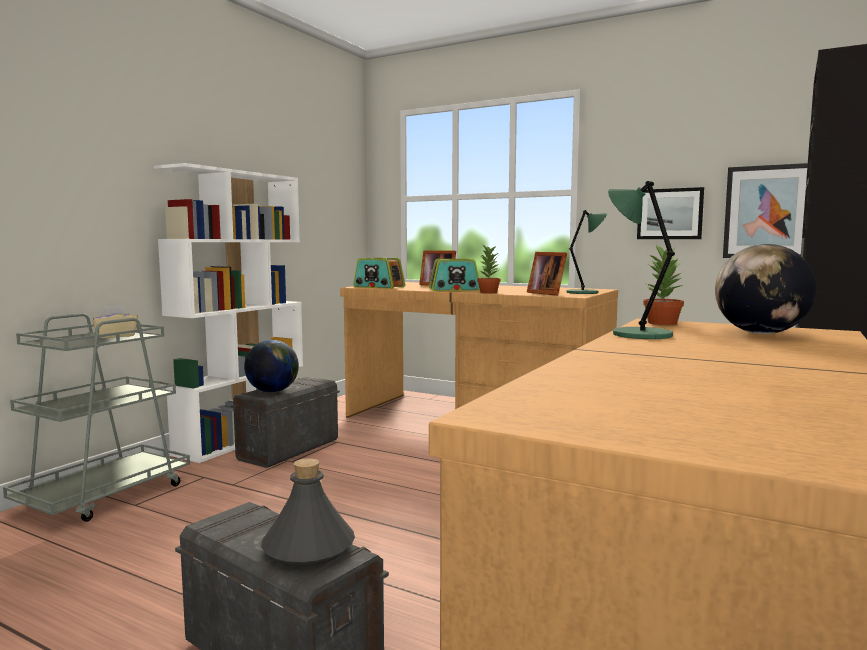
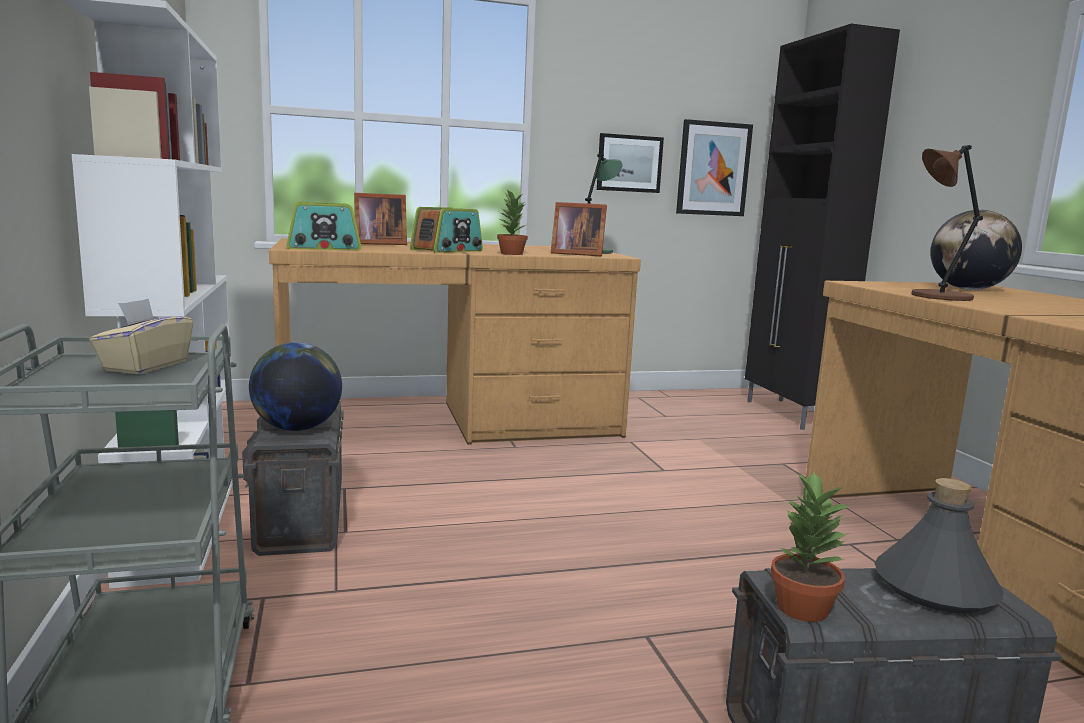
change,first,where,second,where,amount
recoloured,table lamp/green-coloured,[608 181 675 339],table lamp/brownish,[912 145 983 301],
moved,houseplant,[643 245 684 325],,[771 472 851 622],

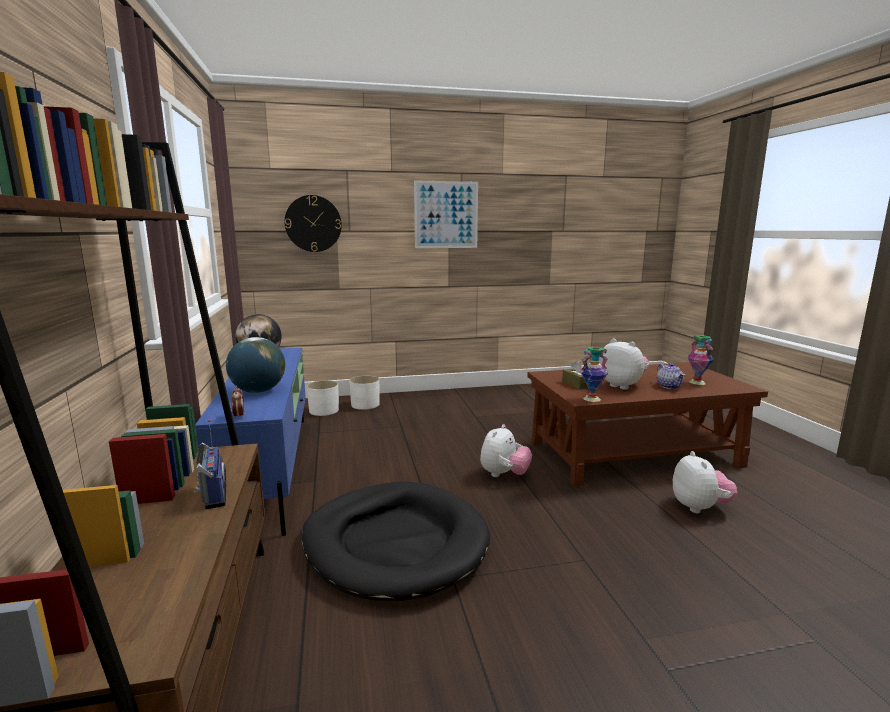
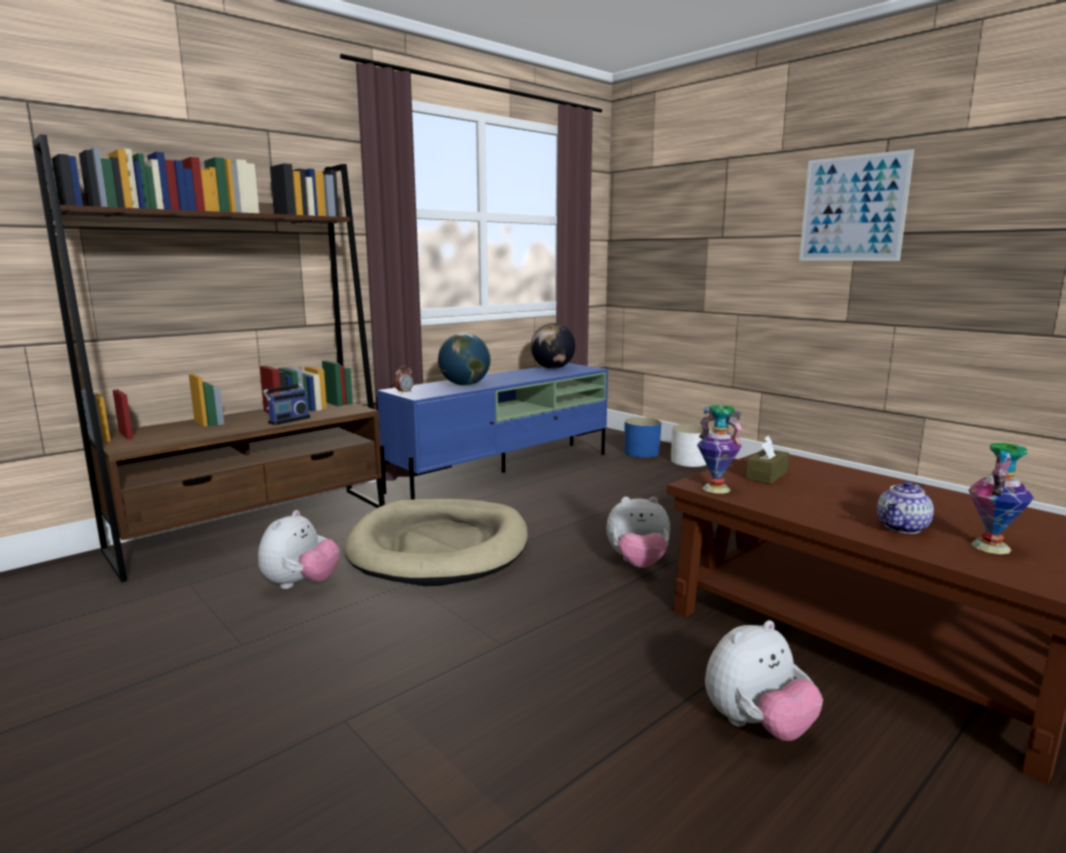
change,first,where,second,where,amount
removed,clock on the wall,[285 195 342 252],,,
recoloured,dog cushion/blackish,[301 482 490 601],dog cushion/beige-coloured,[345 499 528 586],
recoloured,planter/whitish,[307 380 339 416],planter/blue,[624 417 661 458],
moved,soft toy,[599 338 649 390],,[258 510 340 589],

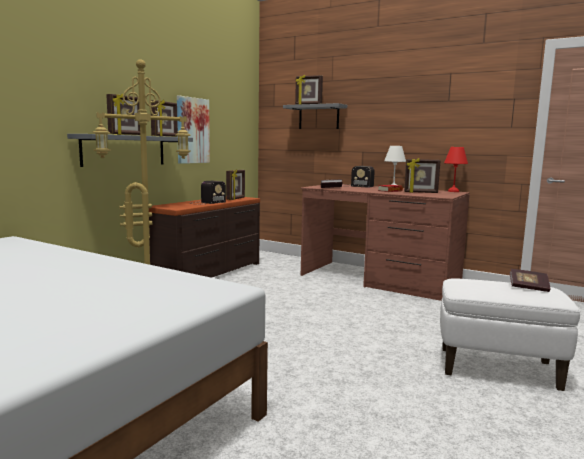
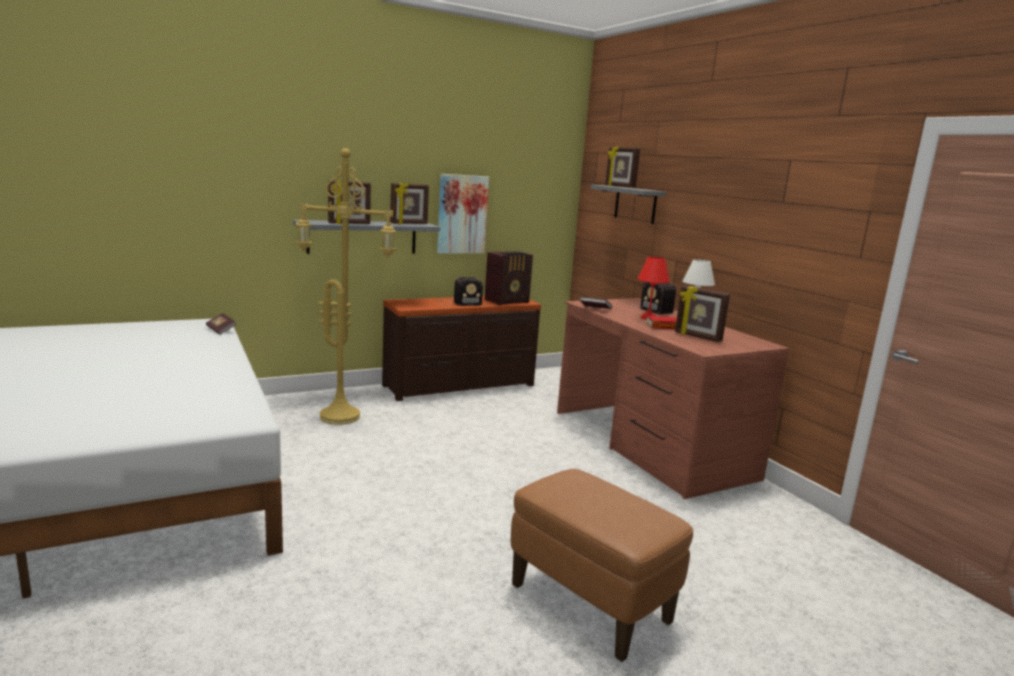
change,first,where,second,where,amount
replaced,picture frame,[226 169 245 200],radio receiver,[485 251 533 305],
recoloured,footrest/whitish,[440 279 580 391],footrest/brownish,[511 469 693 662],
moved,table lamp/red-coloured,[444 147 468 192],,[638 257 670 320],
moved,volume,[509 269 551 292],,[206 313 236 335],

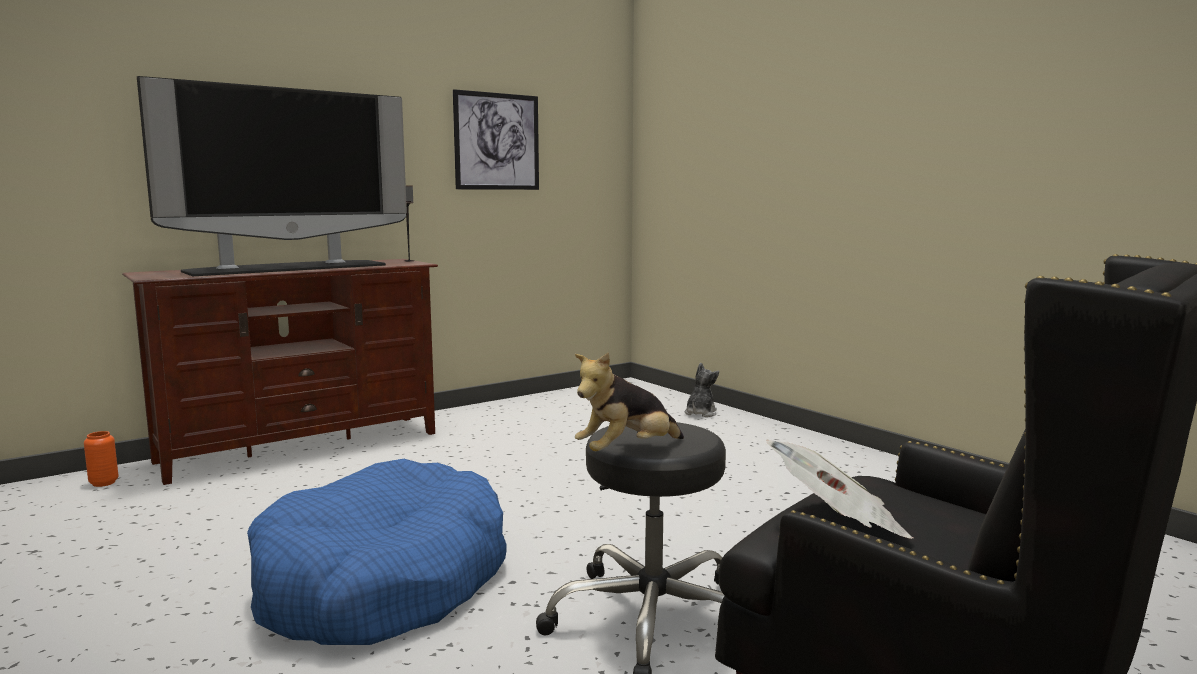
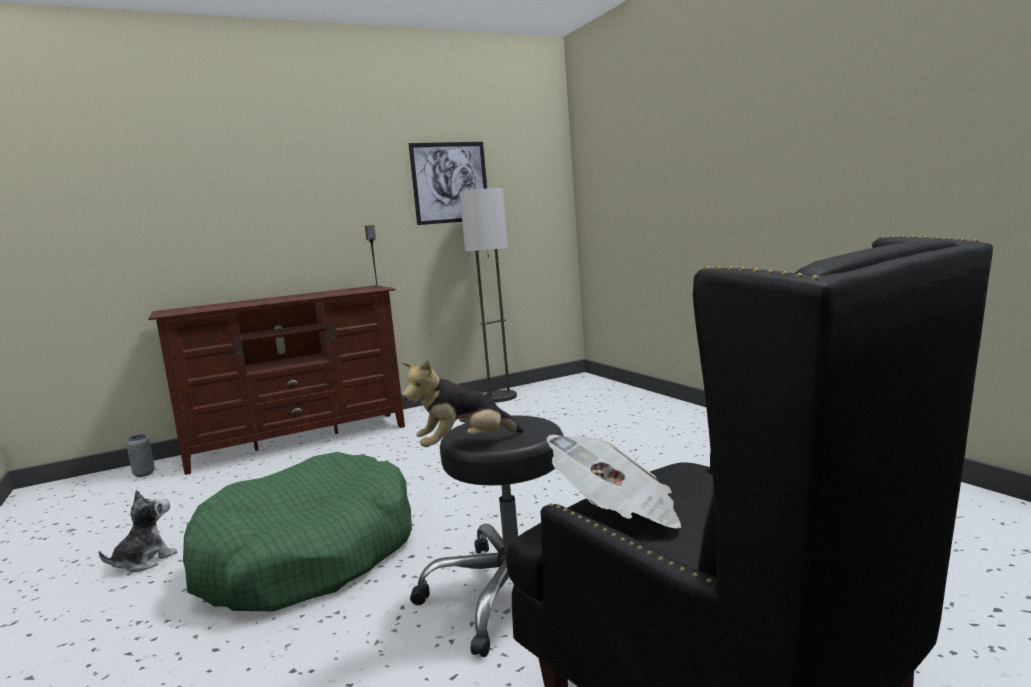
change,first,where,second,where,amount
recoloured,decorative vase/orangey,[84 431 118 487],decorative vase/grey,[126 434 155 477],
removed,TV set,[137 76 407 276],,,
recoloured,dog cushion/blue,[247 459 506 645],dog cushion/green-coloured,[183 452 412 611],
moved,soft toy,[685 363 719 417],,[99 490 177 572],
added,,,standing lamp,[459 188 517 402],

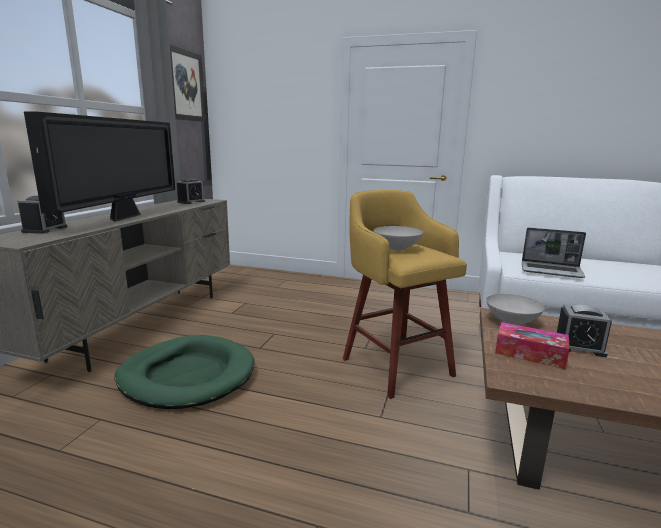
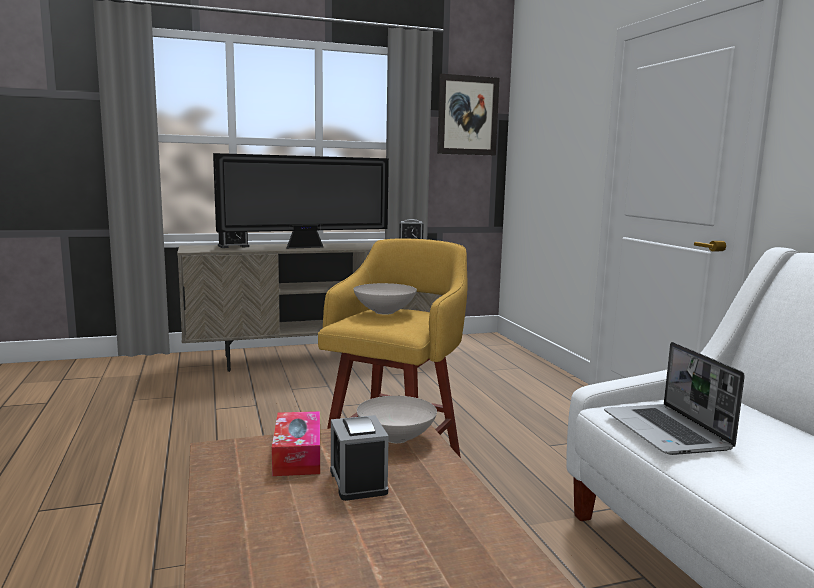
change,first,where,second,where,amount
removed,dog cushion/green-coloured,[115 335 254 409],,,

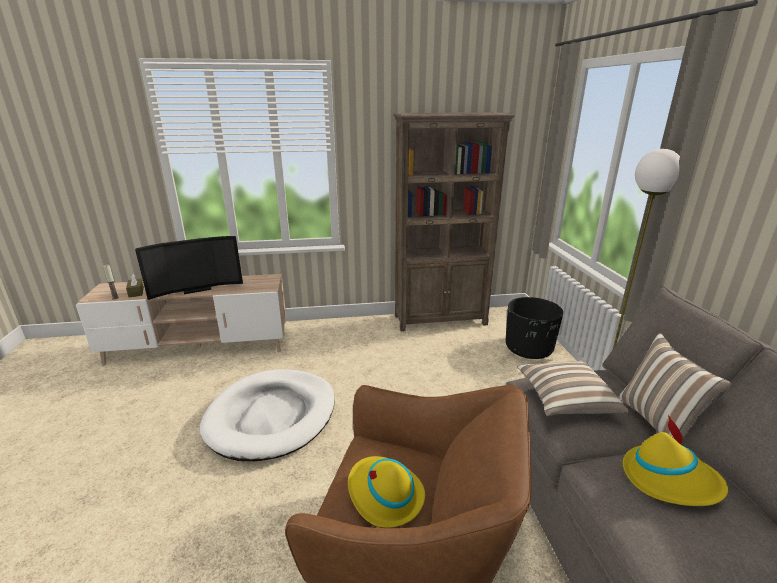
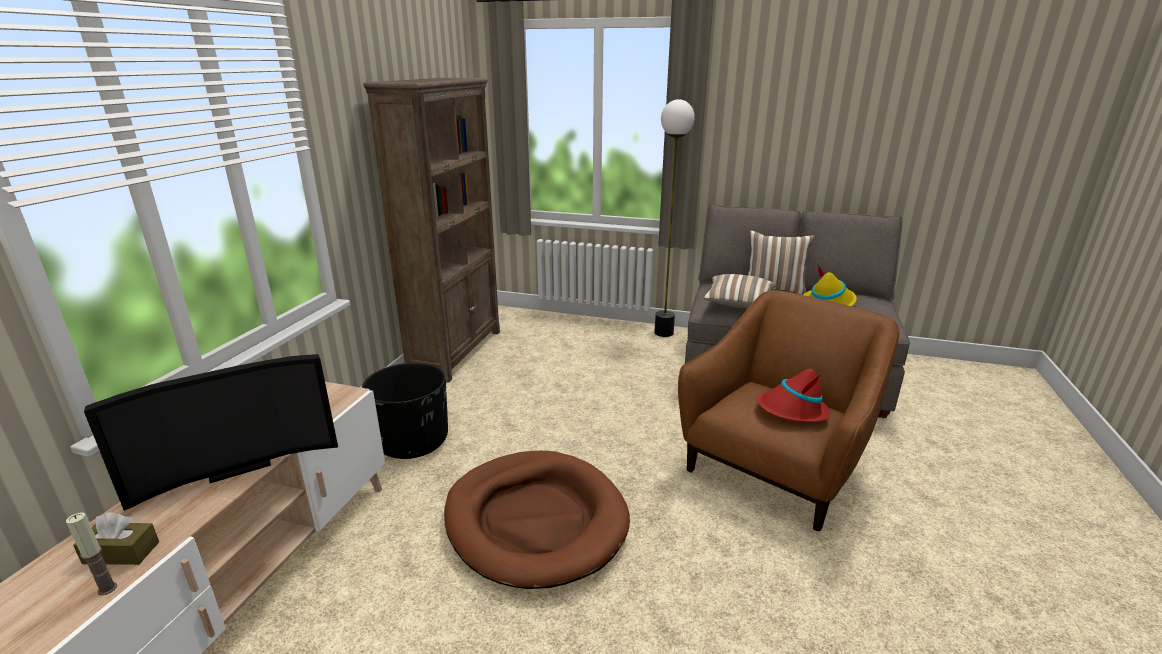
change,first,where,second,where,amount
turned,TV set,[135 236 243 300],,[84 354 338 511],60 degrees clockwise
recoloured,dog cushion/whitish,[200 369 335 461],dog cushion/brownish,[444 451 630 589],
recoloured,hat/yellow-coloured,[348 456 425 528],hat/red-coloured,[757 369 830 422],
moved,planter/blackish,[506 297 563 359],,[362 363 448 459],

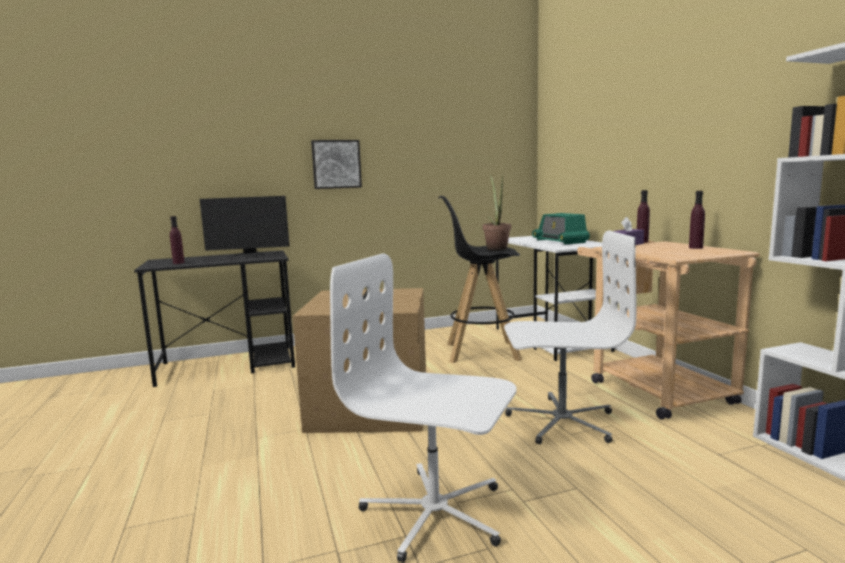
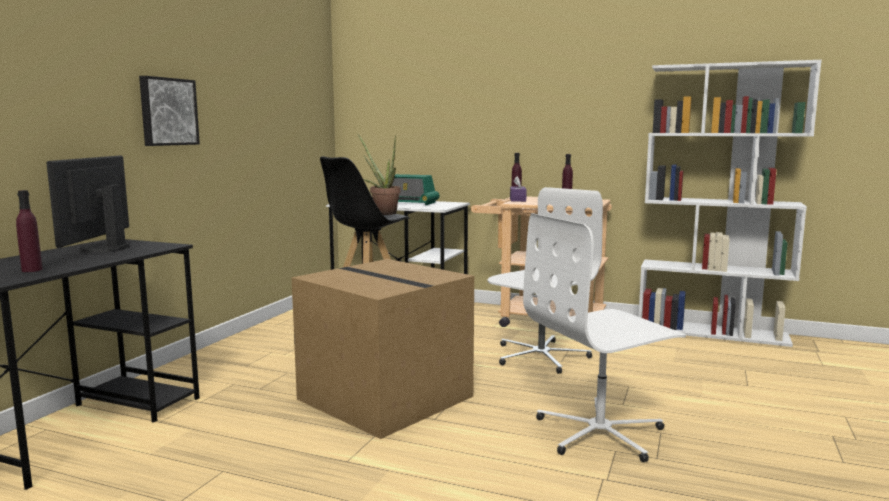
change,first,where,second,where,amount
turned,computer screen,[200 196 289 258],,[46 155 129 253],150 degrees clockwise

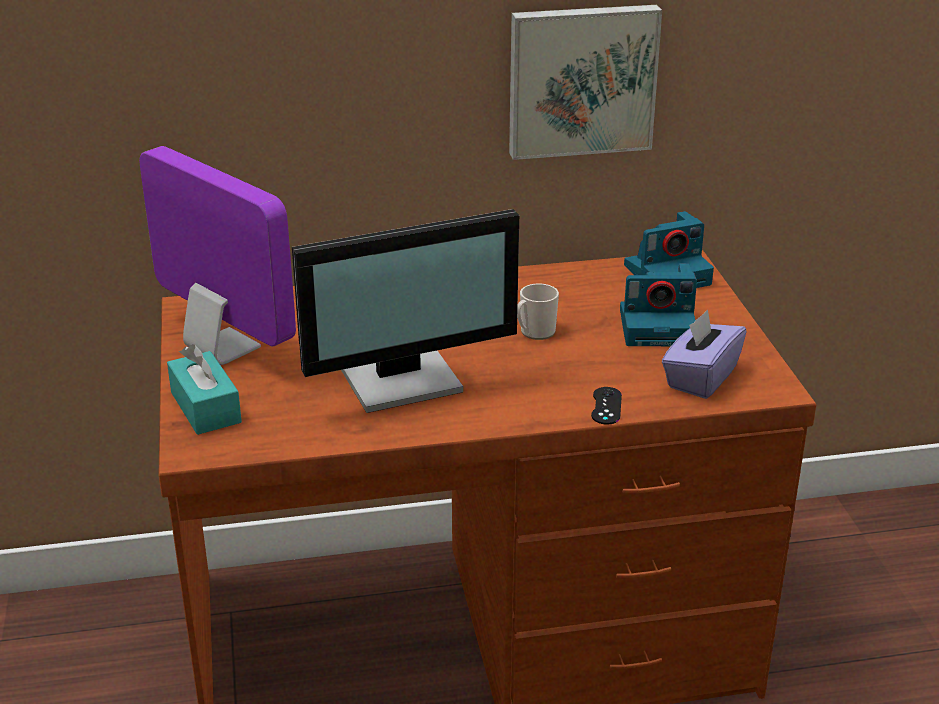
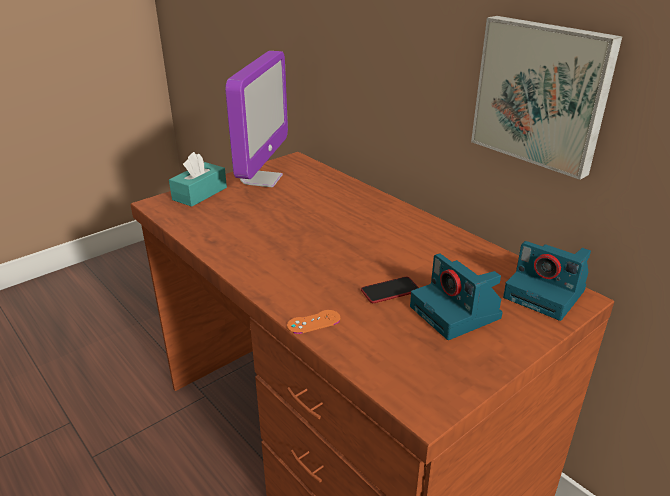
change,first,where,second,where,amount
removed,computer screen,[292 209 519 413],,,
removed,mug,[517 284 559 340],,,
recoloured,gamepad/blackish,[591 387 622 425],gamepad/orangey,[287 310 340 334],
removed,tissue holder/purple-coloured,[662 309 747 399],,,
added,,,telephone,[361 277 419 303],

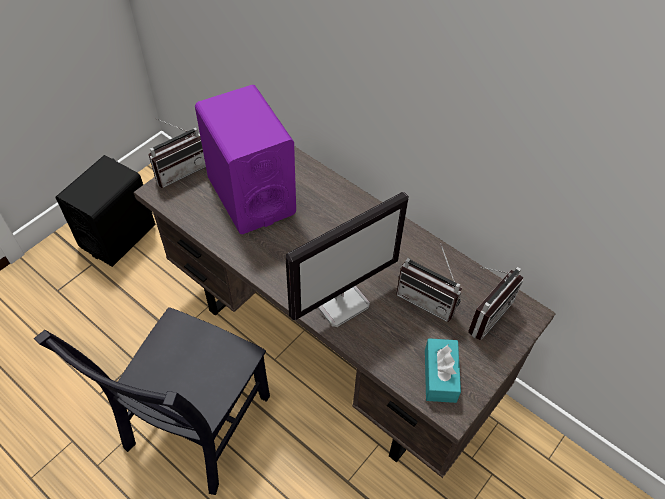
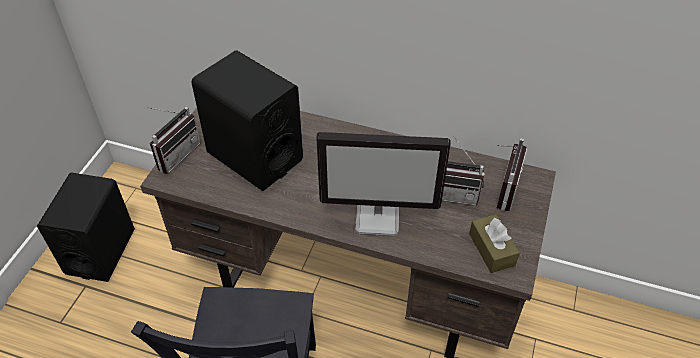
change,first,where,second,where,amount
recoloured,audio speaker/purple-coloured,[195 85 296 234],audio speaker/blackish,[191 50 303 191],
turned,computer screen,[285 192 409 327],,[316 132 451 236],60 degrees clockwise
recoloured,tissue holder/blue-green,[425 338 461 403],tissue holder/brownish,[469 214 519 273],

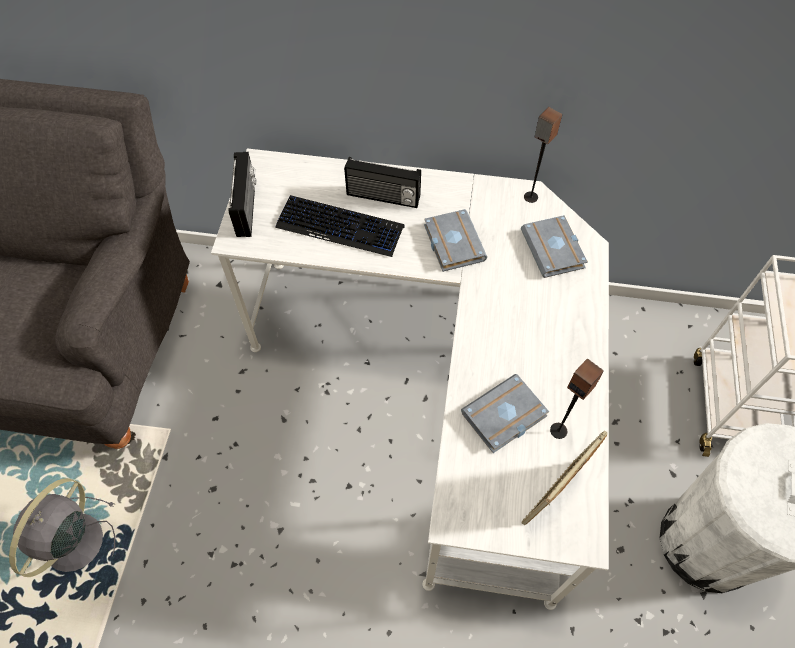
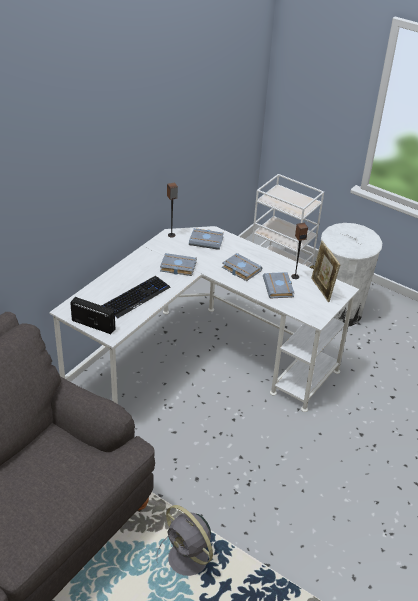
change,first,where,second,where,amount
removed,radio receiver,[344 157 421 208],,,
added,,,volume/grey,[222 253 262 281],

